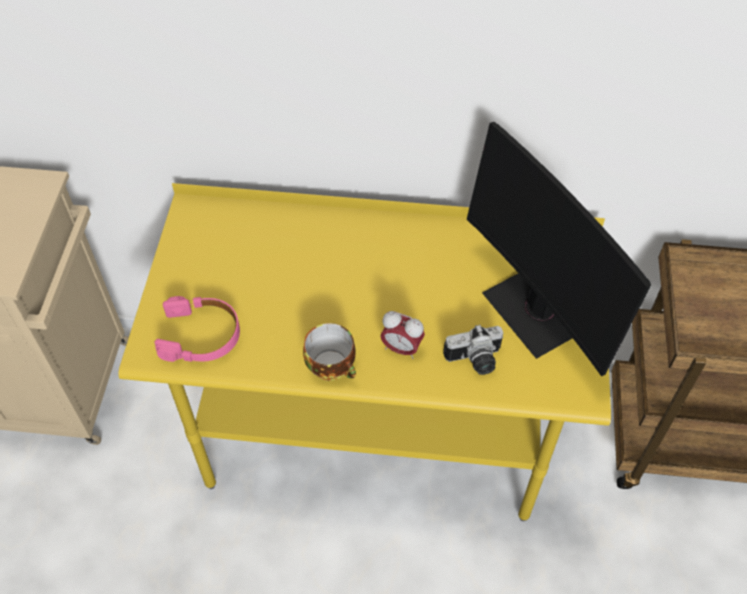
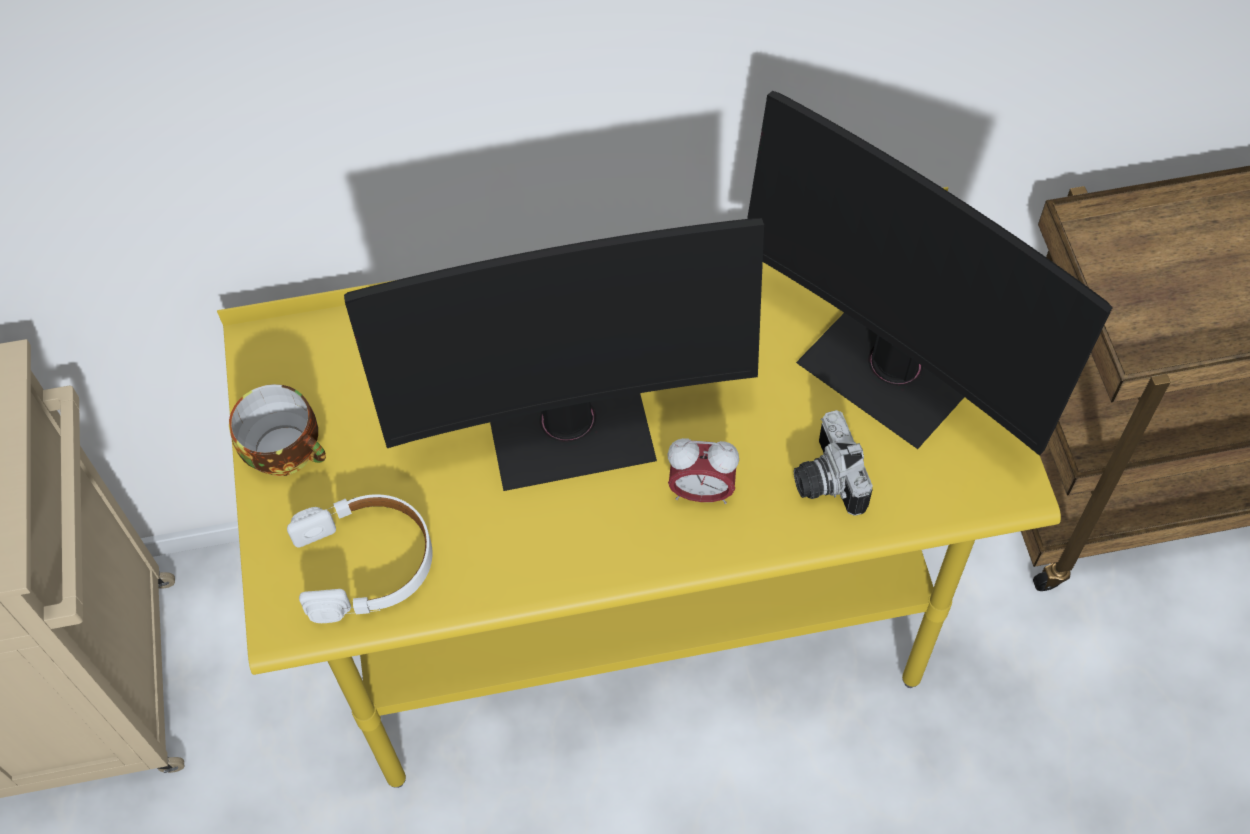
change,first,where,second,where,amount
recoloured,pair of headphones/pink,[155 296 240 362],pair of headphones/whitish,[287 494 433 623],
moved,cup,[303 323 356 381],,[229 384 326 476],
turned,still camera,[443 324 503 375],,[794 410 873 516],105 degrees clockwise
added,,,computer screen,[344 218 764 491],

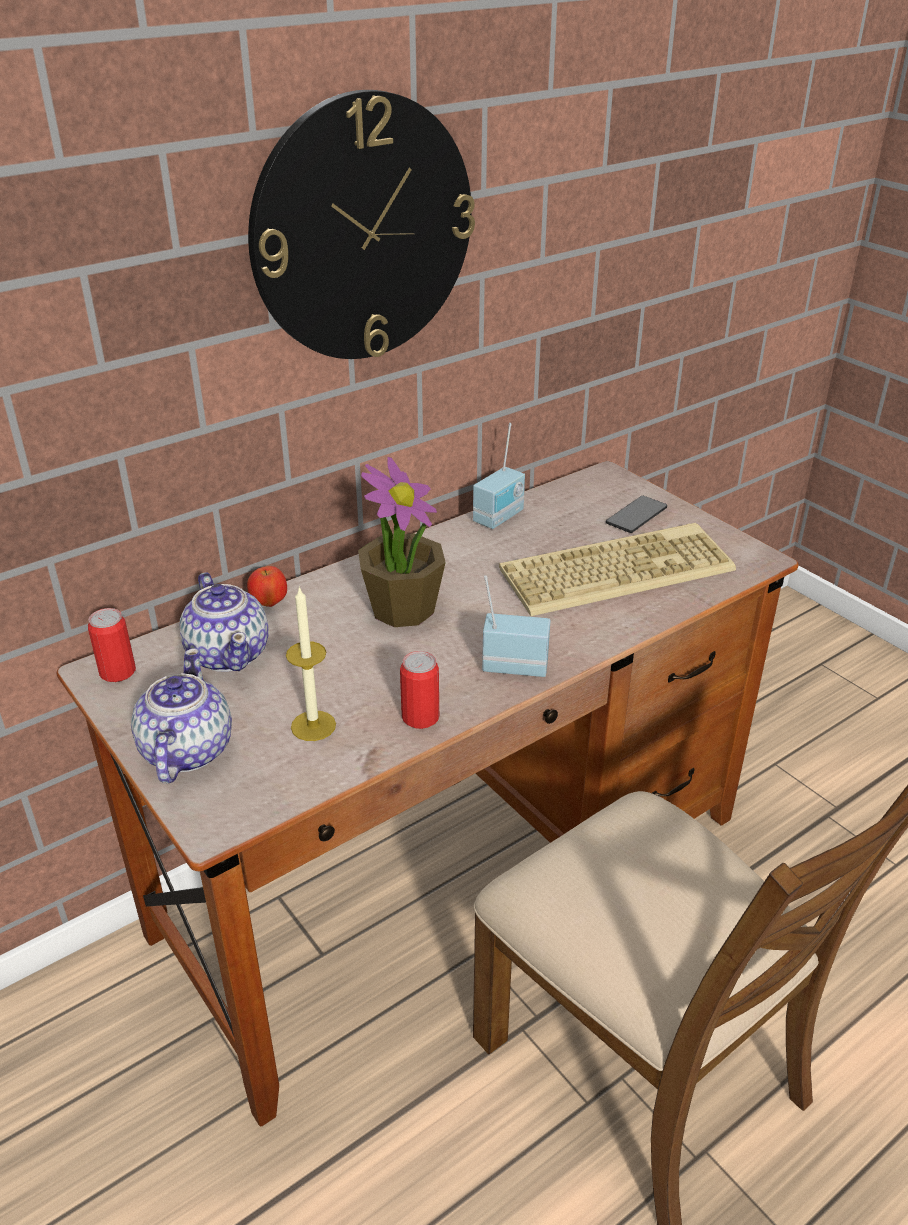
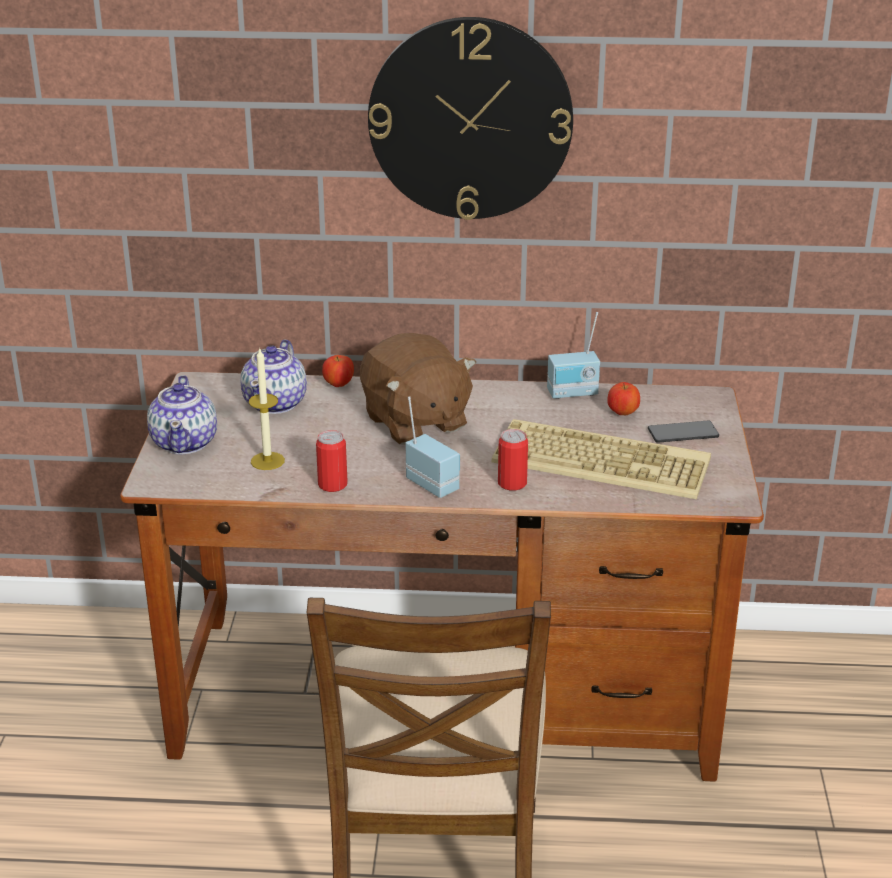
change,first,where,second,where,amount
moved,metal can,[88 608 136 682],,[498 429 528 491],
turned,tea pot,[131 648 232 783],,[147 375 217 454],135 degrees clockwise
replaced,houseplant,[358 457 446 627],soft toy/brownish,[360 333 476 445],
added,,,apple fruit,[607 382 640 416],

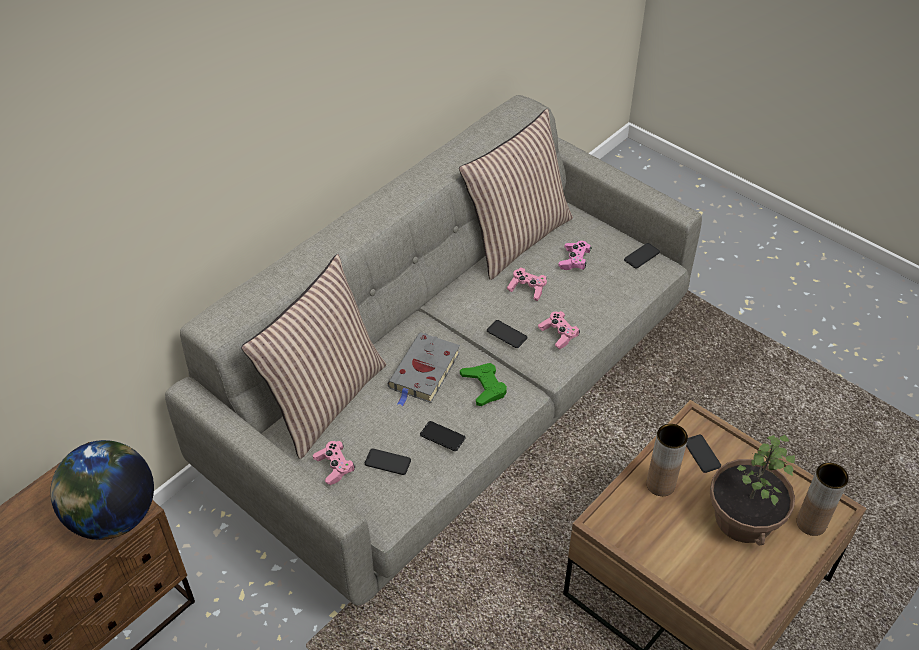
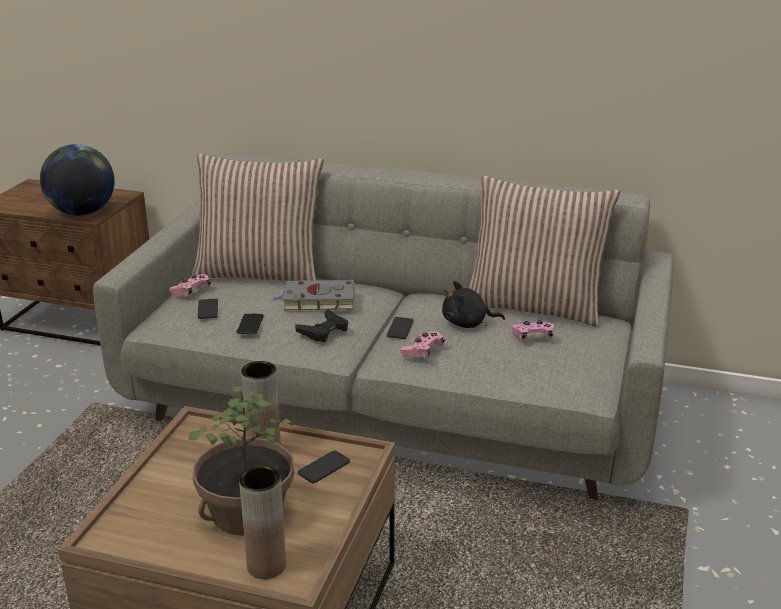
change,first,where,second,where,amount
recoloured,gamepad/green-coloured,[460 363 507 406],gamepad/blackish,[295 309 348 342],
replaced,gamepad/pink,[507 268 547 301],soft toy/blackish,[442 281 505 328],
removed,telephone,[624 243 660 268],,,

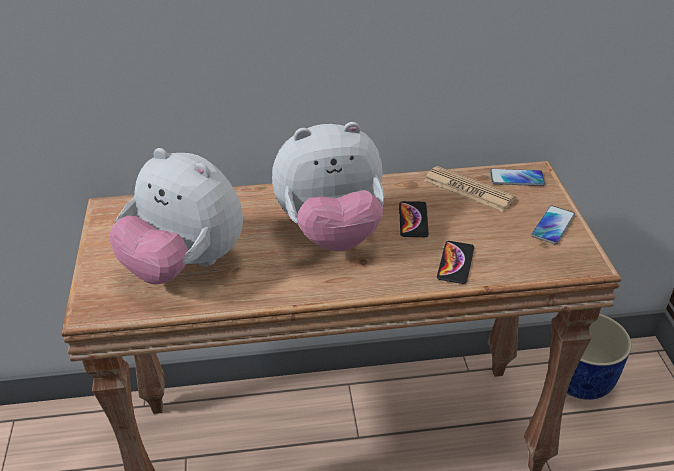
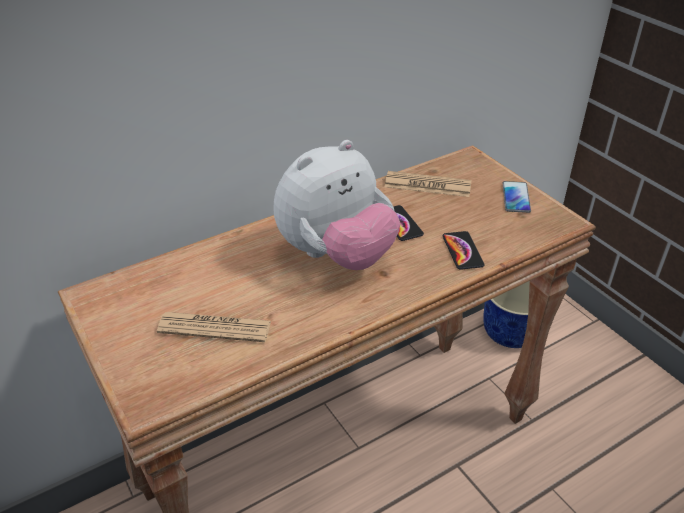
change,first,where,second,where,amount
replaced,soft toy,[109 148 243 284],newspaper,[157 312 271 342],
removed,telephone,[490 168 545 186],,,

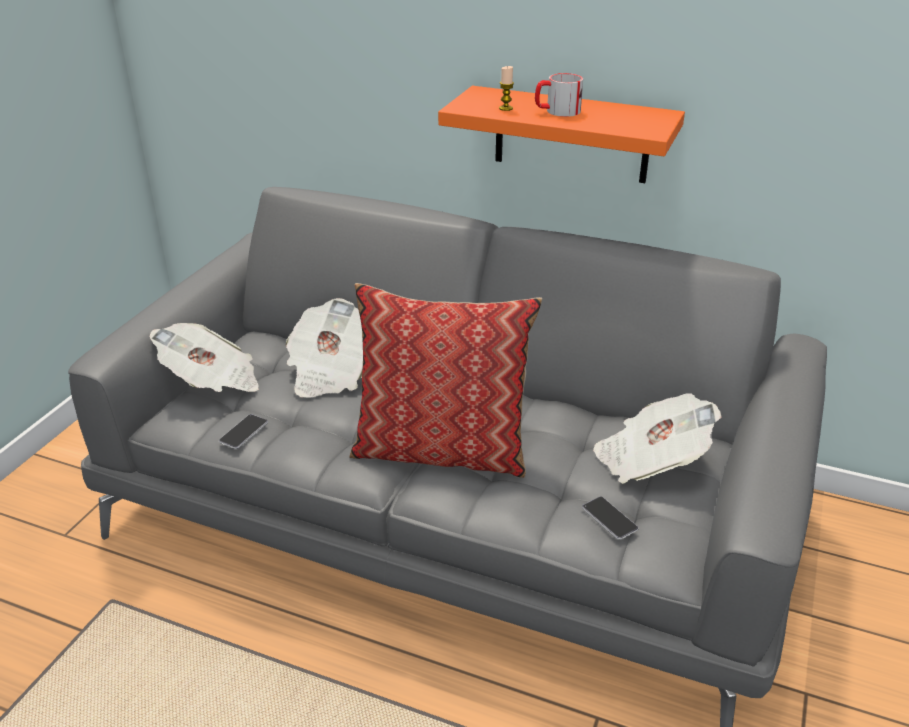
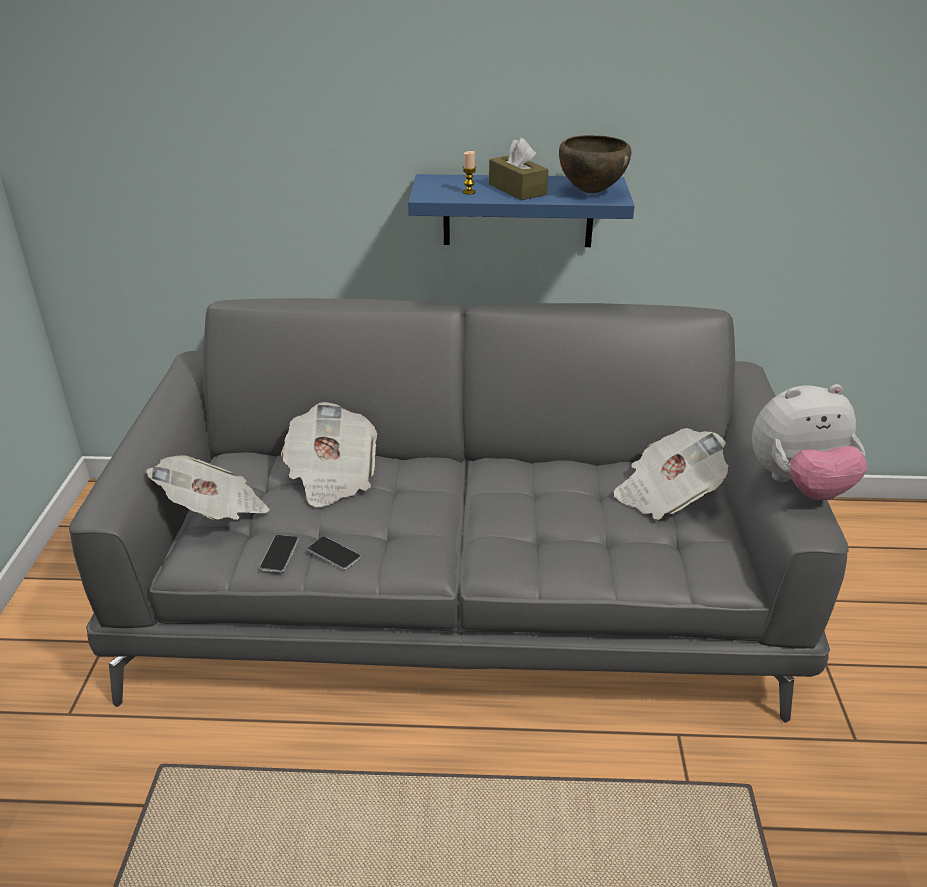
change,first,where,second,where,amount
removed,throw pillow,[349 283 543 478],,,
recoloured,wall shelf/orangey,[438 86 685 183],wall shelf/blue,[408 174 635 247],
replaced,mug,[535 73 583 117],tissue holder/brownish,[489 138 548 200],
moved,telephone,[582 496 638 540],,[307 536 361 570],
added,,,deep dish/brownish,[559 135 632 193],
added,,,soft toy,[752 384 867 500],

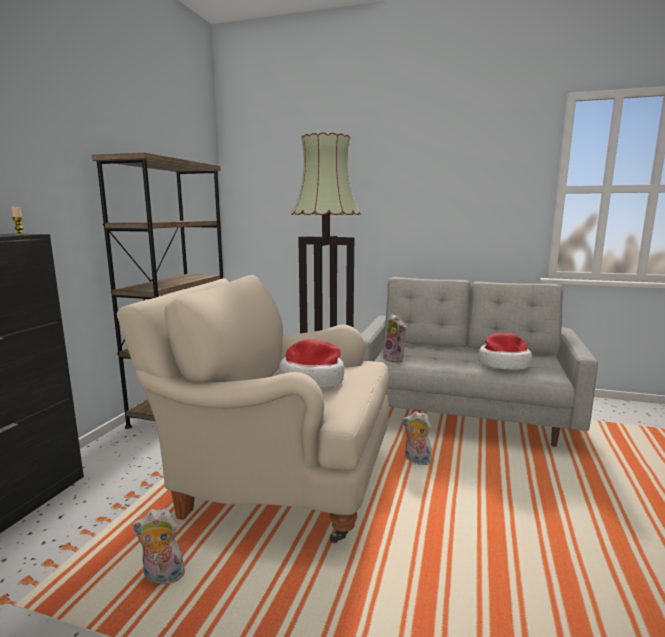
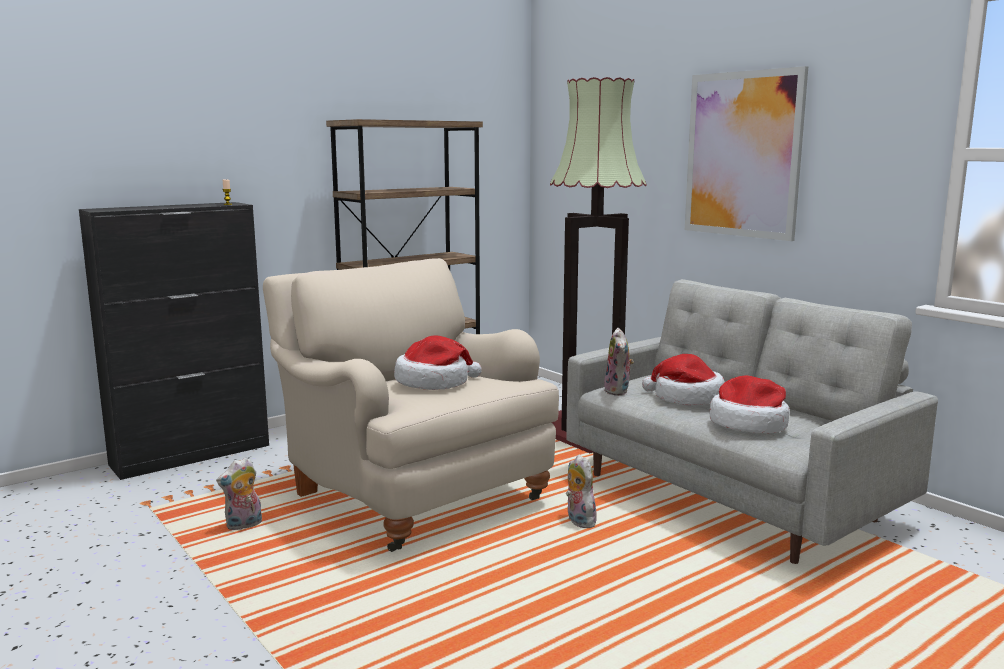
change,first,where,second,where,amount
turned,soft toy,[132 508 185 585],,[216 457 262 530],75 degrees counterclockwise
added,,,hat,[642 354 725 406],
added,,,wall art,[685 66 808 241],

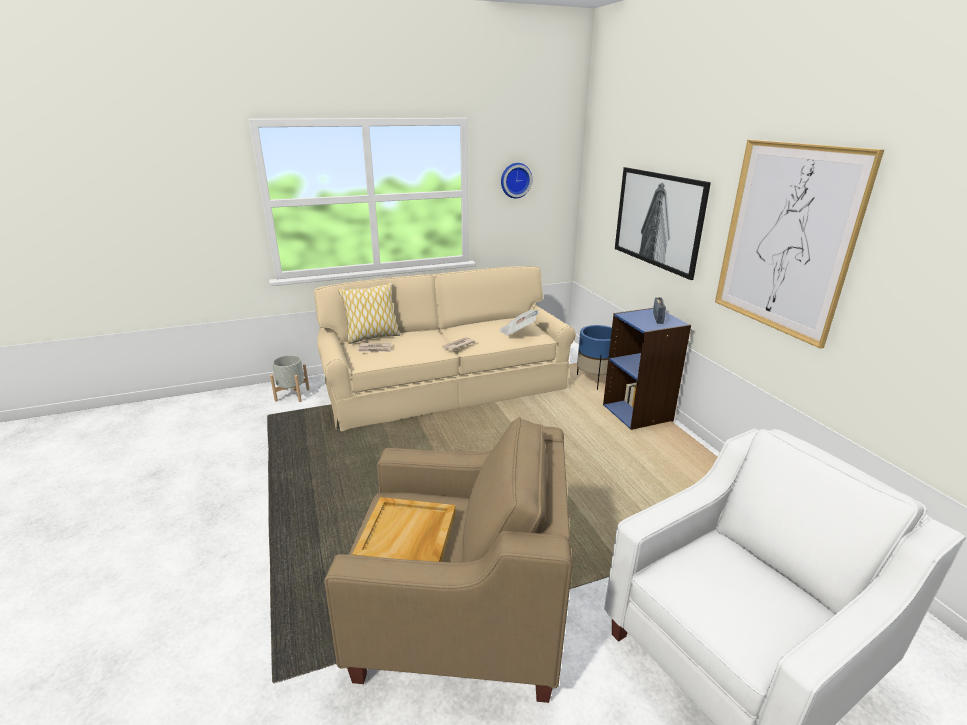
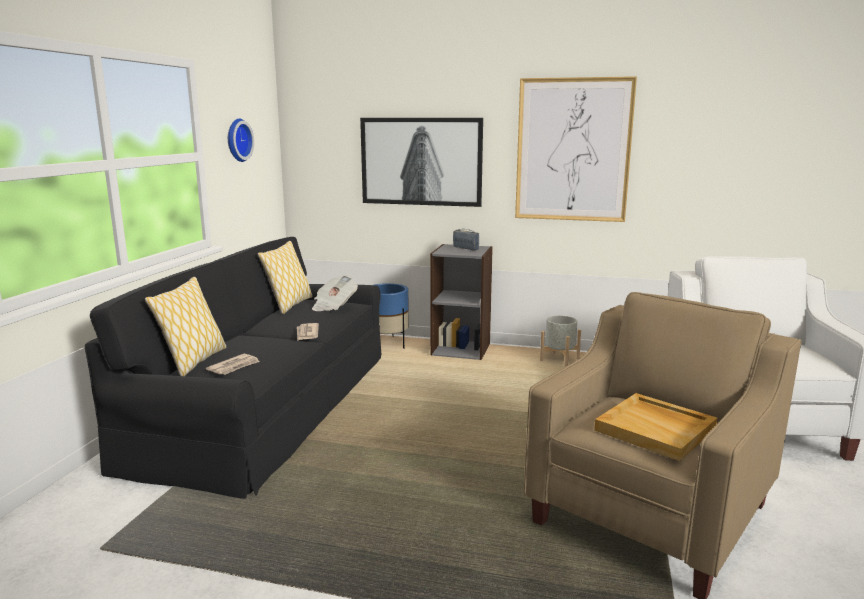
change,first,where,second,where,amount
moved,planter/grey,[270 355 310 402],,[540 316 581 367],
recoloured,sofa/beige-coloured,[314 266 576 432],sofa/blackish,[85 237 381 499],
recoloured,bookshelf/blue,[603 308 691 430],bookshelf/grey,[430 244 493 360],
added,,,throw pillow,[258 241 312 314],

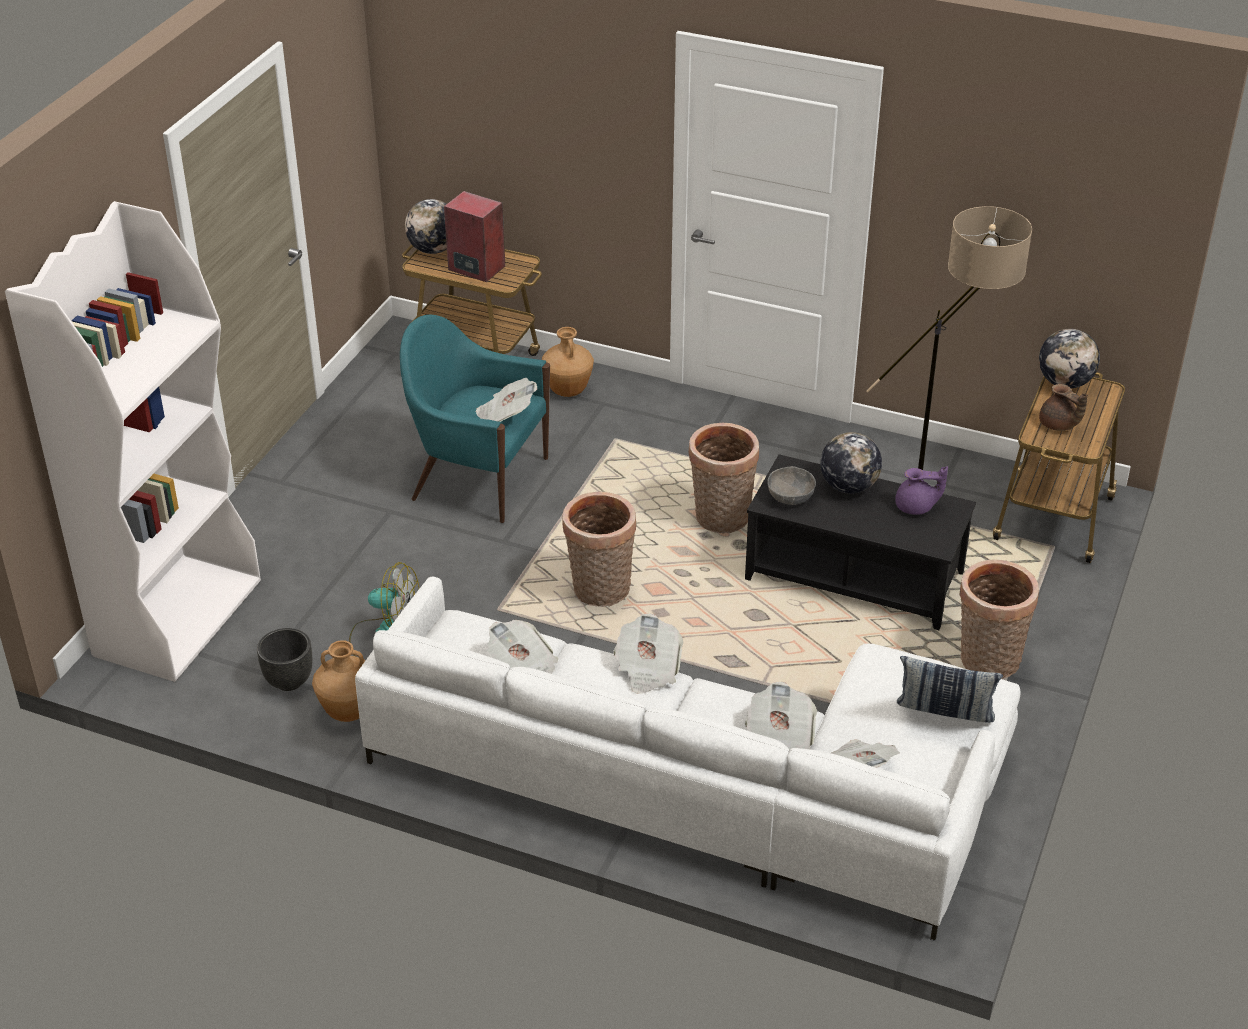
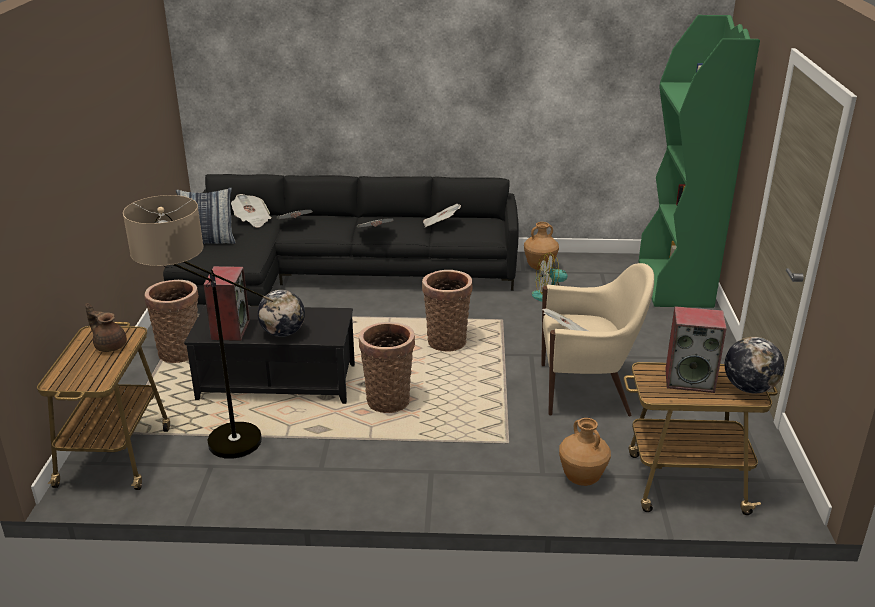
change,first,where,second,where,amount
recoloured,bookshelf/whitish,[5 201 261 682],bookshelf/green-coloured,[639 15 760 308],
removed,planter/blackish,[257 628 312 691],,,
recoloured,sofa/whitish,[355 576 1021 941],sofa/blackish,[163 174 518 306],
recoloured,lounge chair/blue-green,[400 314 550 523],lounge chair/beige-coloured,[541 263 654 417],
removed,deep dish/grey,[767 466 816 505],,,
replaced,tea pot/purple-coloured,[895 466 948 515],audio speaker,[203 266 250 341],
removed,world globe,[1039 329 1100 389],,,

